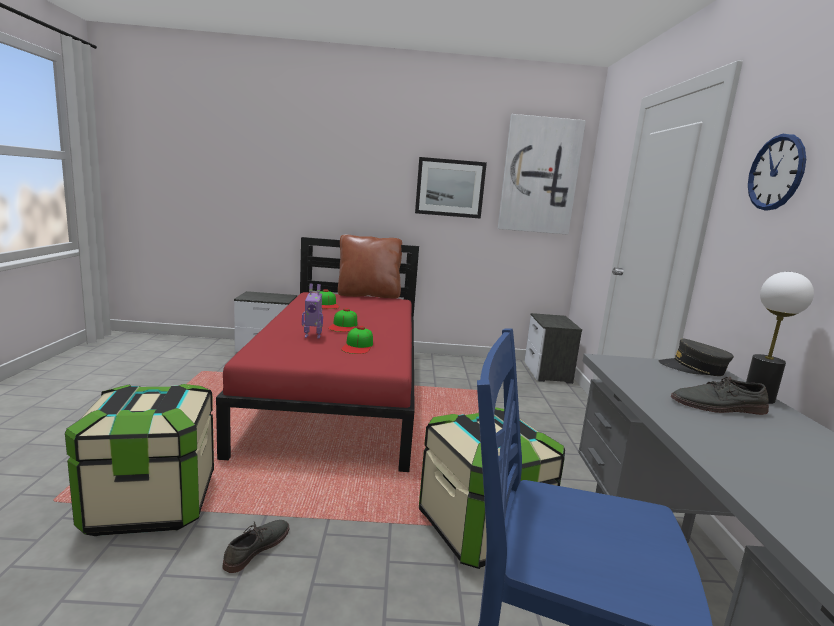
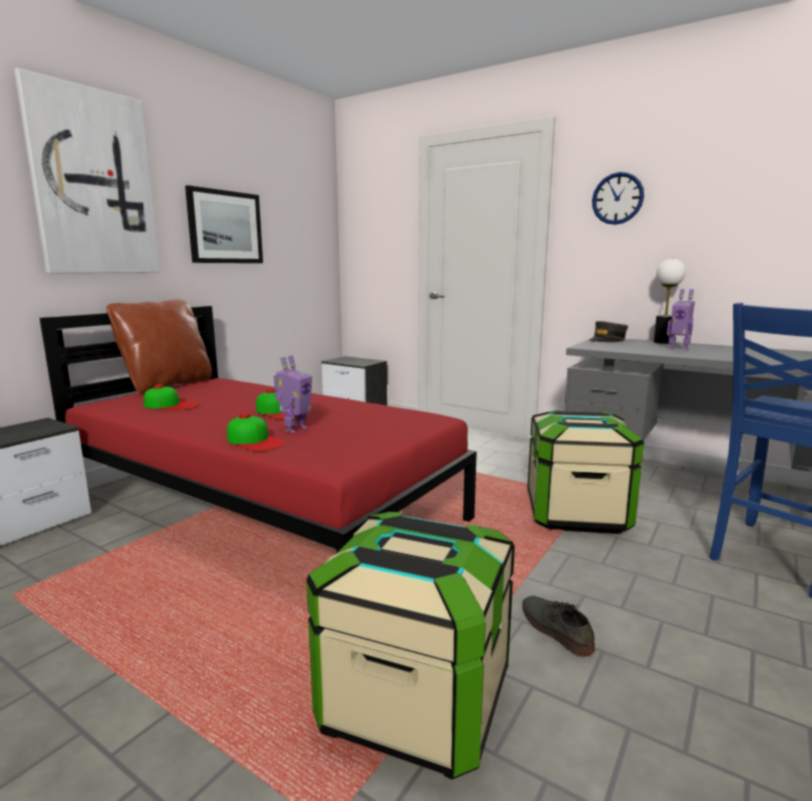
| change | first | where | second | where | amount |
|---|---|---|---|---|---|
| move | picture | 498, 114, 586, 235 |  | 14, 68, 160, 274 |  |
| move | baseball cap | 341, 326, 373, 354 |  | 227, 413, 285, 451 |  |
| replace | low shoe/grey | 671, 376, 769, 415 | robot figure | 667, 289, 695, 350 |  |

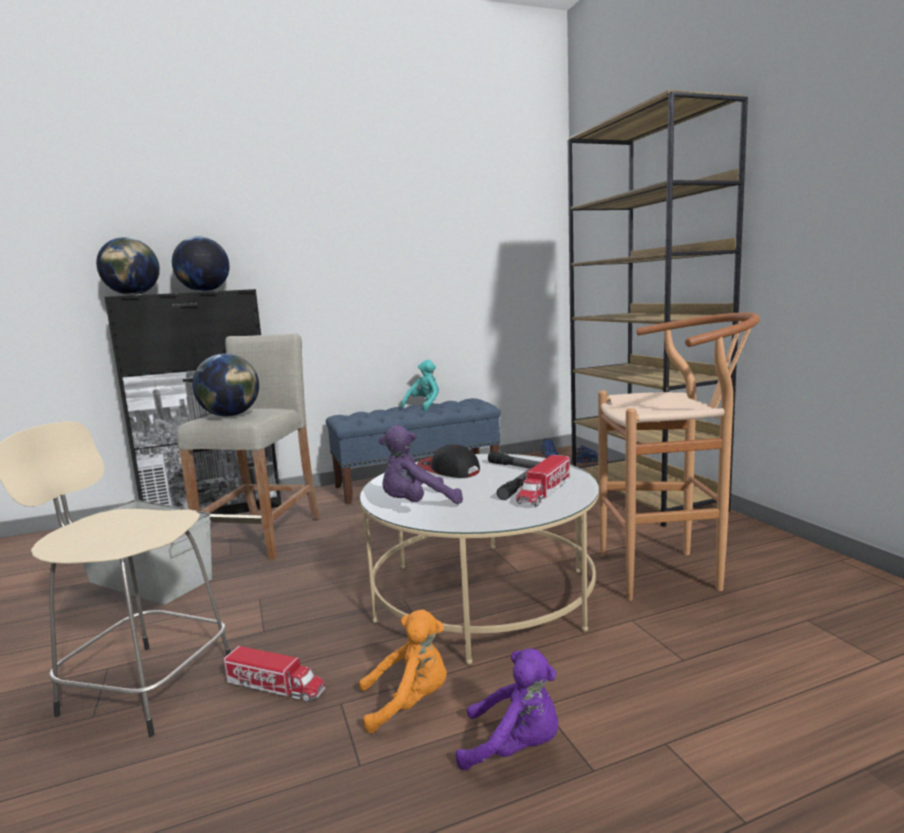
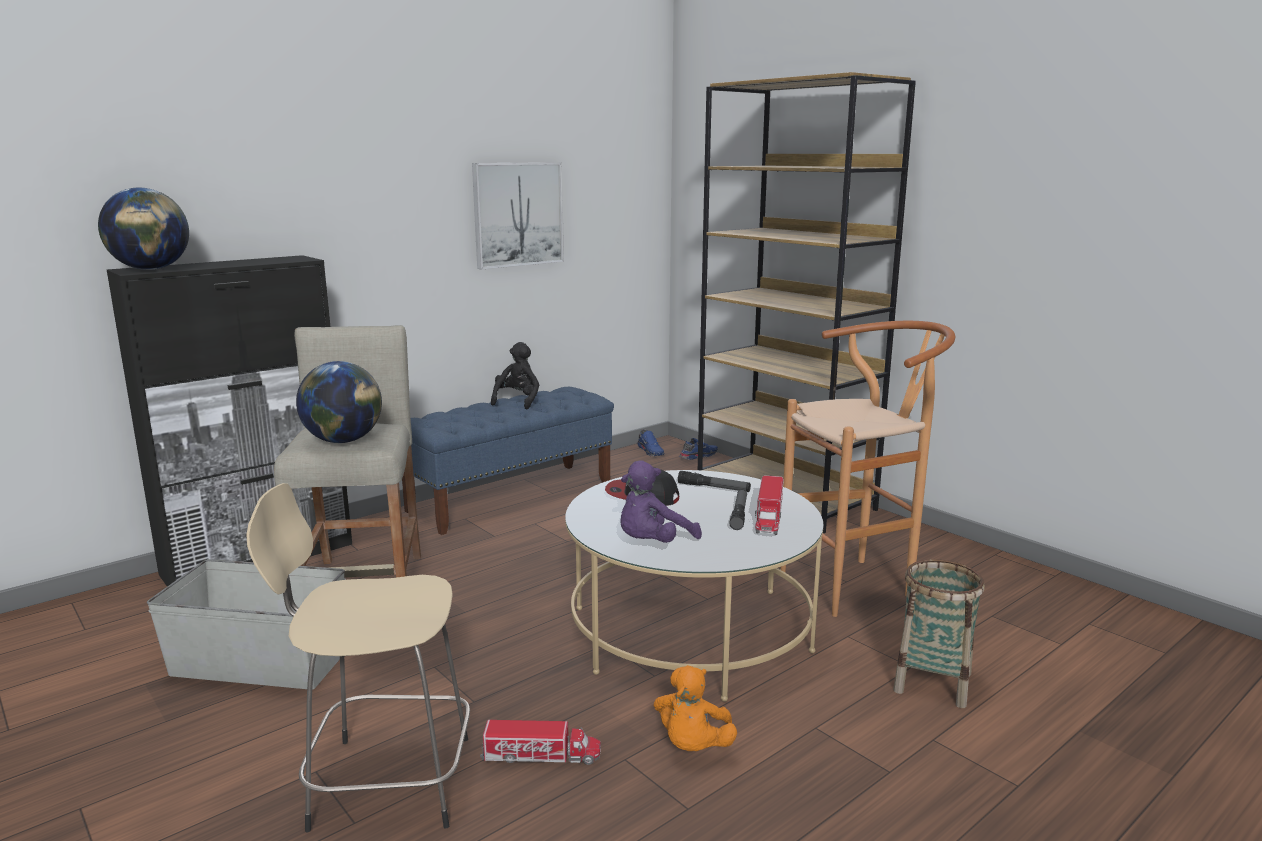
| change | first | where | second | where | amount |
|---|---|---|---|---|---|
| insert |  |  | picture | 472, 162, 564, 269 |  |
| recolor | plush toy/turquoise-coloured | 401, 360, 439, 411 | plush toy/black | 491, 342, 539, 409 |  |
| rotate | plush toy/orange-coloured | 359, 609, 447, 733 |  | 654, 665, 737, 751 | 135 degrees clockwise |
| insert |  |  | household basket | 893, 559, 985, 708 |  |
| delete | globe | 172, 236, 229, 292 |  |  |  |
| delete | plush toy/purplish | 456, 649, 558, 771 |  |  |  |

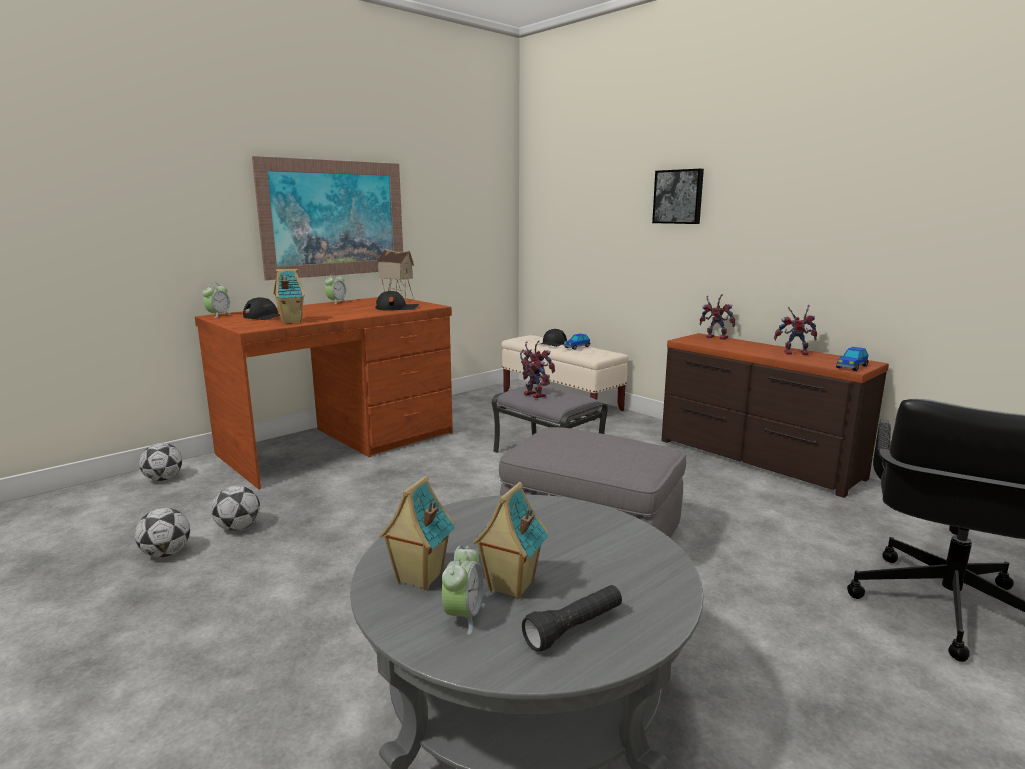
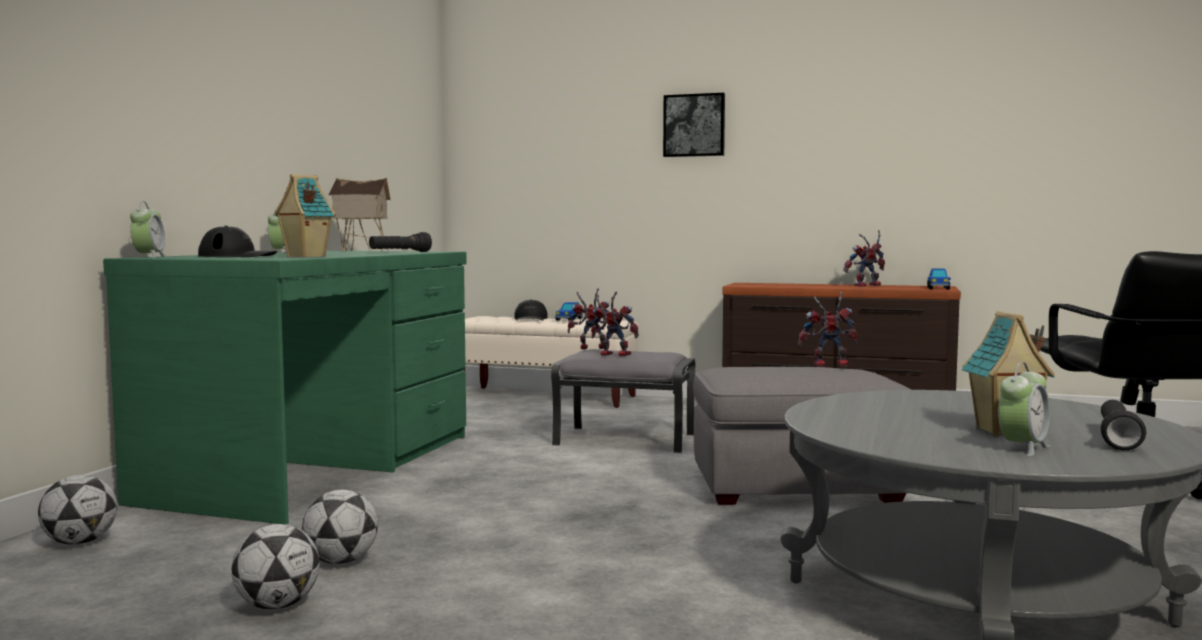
| change | first | where | second | where | amount |
|---|---|---|---|---|---|
| recolor | desk/brown | 195, 297, 453, 489 | desk/greenish | 103, 251, 467, 524 |  |
| replace | baseball cap/black | 375, 291, 419, 311 | torch/black | 369, 232, 432, 252 |  |
| move | robot figure | 700, 294, 735, 340 |  | 798, 292, 858, 367 |  |
| rotate | table clock | 442, 545, 485, 635 |  | 998, 362, 1050, 456 | 60 degrees clockwise |
| delete | picture | 252, 156, 403, 280 |  |  |  |
| delete | miniature house | 379, 476, 455, 590 |  |  |  |

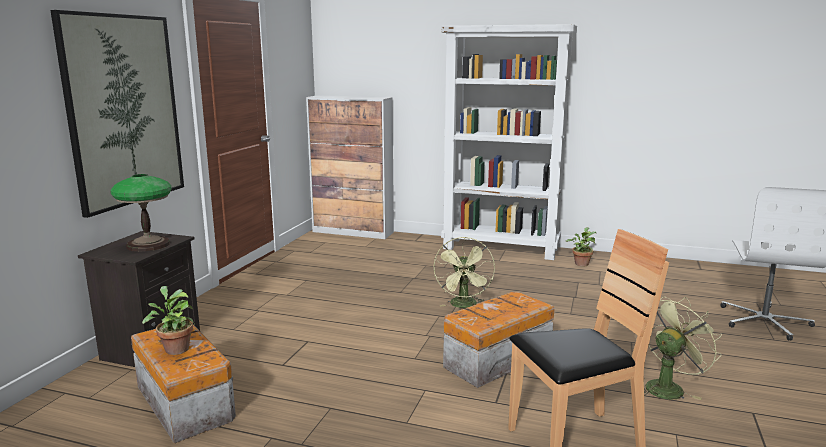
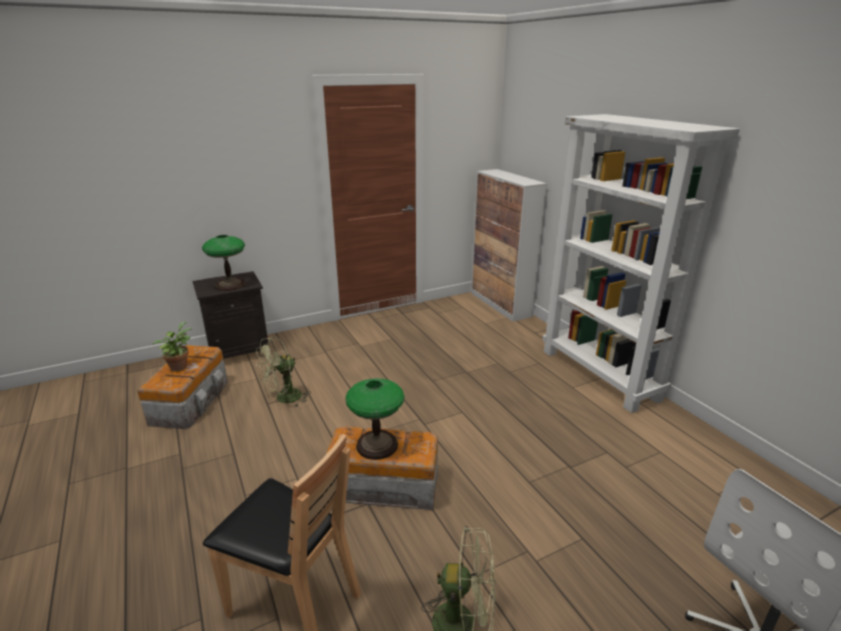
| change | first | where | second | where | amount |
|---|---|---|---|---|---|
| move | fan/greenish | 434, 237, 495, 308 |  | 256, 337, 311, 407 |  |
| insert |  |  | table lamp | 346, 378, 404, 460 |  |
| delete | picture | 50, 10, 184, 218 |  |  |  |
| delete | plant in a pot | 565, 227, 596, 266 |  |  |  |

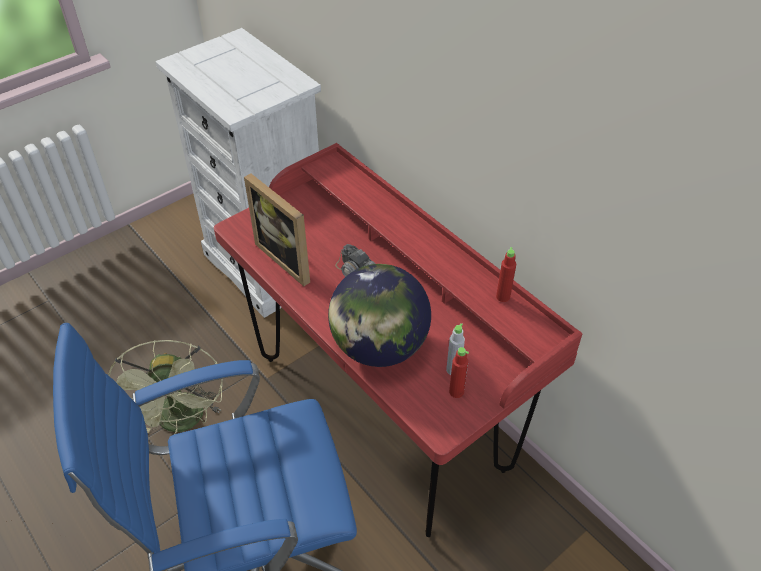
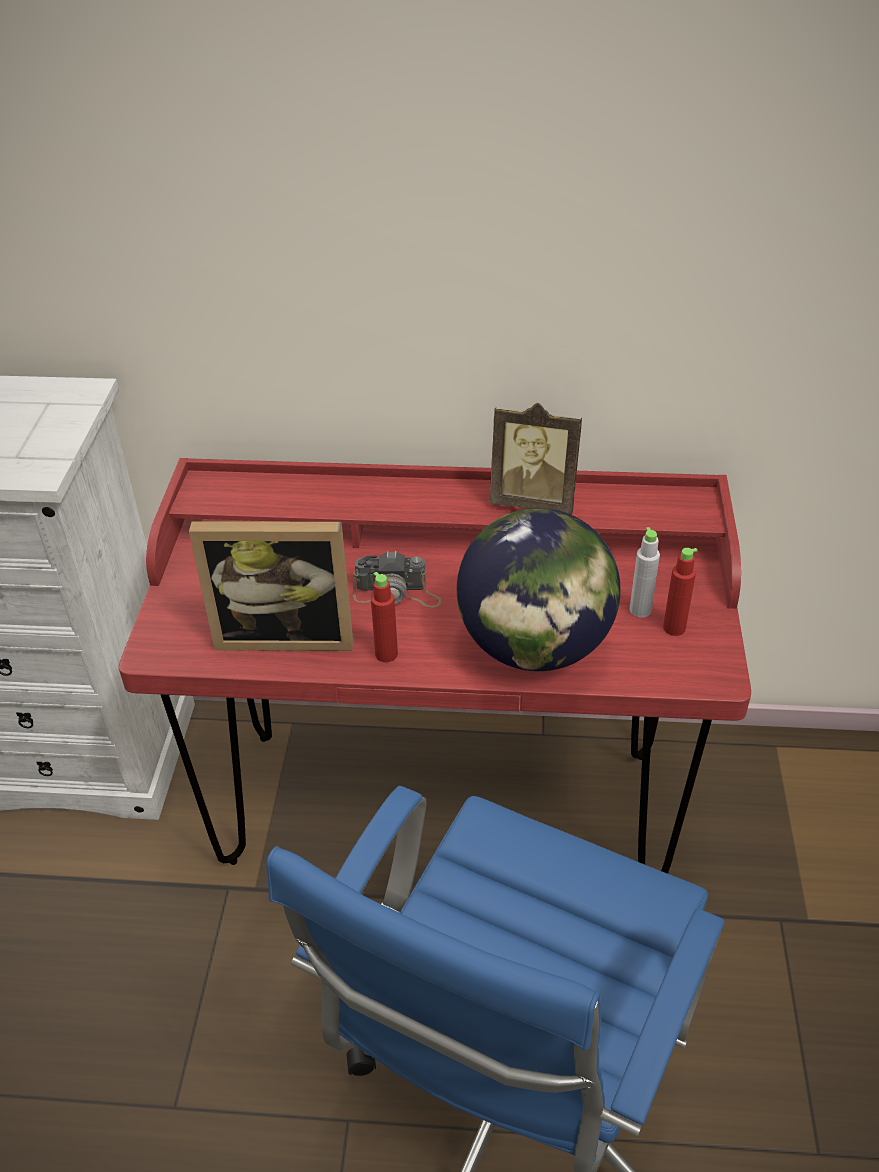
| change | first | where | second | where | amount |
|---|---|---|---|---|---|
| move | drink bottle/red | 496, 247, 516, 302 |  | 371, 572, 398, 662 |  |
| insert |  |  | picture frame | 490, 403, 582, 515 |  |
| delete | fan/greenish | 108, 340, 223, 434 |  |  |  |

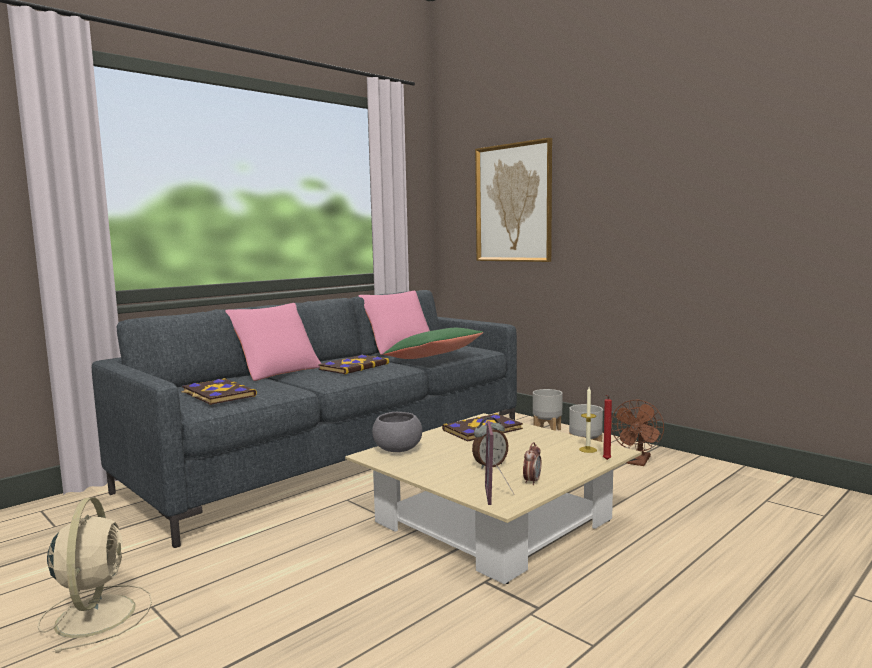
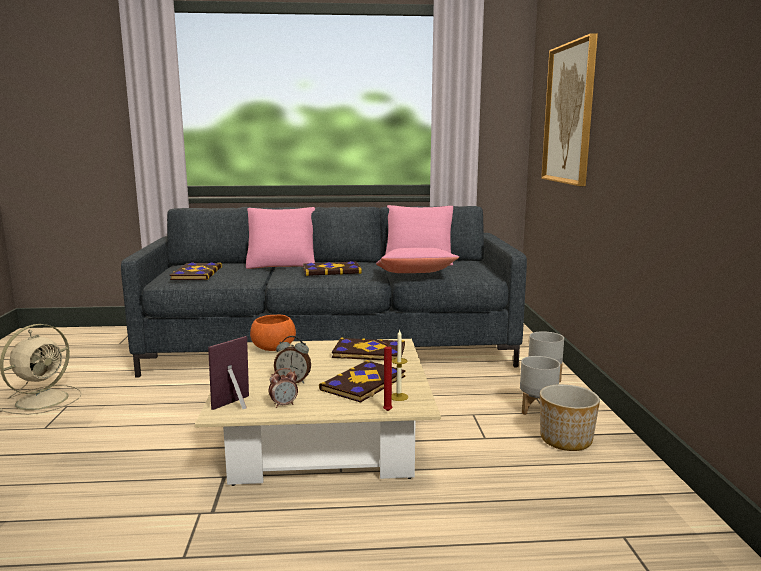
| change | first | where | second | where | amount |
|---|---|---|---|---|---|
| recolor | serving bowl/grey | 372, 412, 422, 452 | serving bowl/orange-coloured | 250, 315, 296, 351 |  |
| insert |  |  | bound book | 319, 360, 405, 403 |  |
| recolor | cushion/greenish | 383, 328, 483, 359 | cushion/pinkish | 376, 248, 459, 273 |  |
| replace | fan/brown | 611, 400, 664, 466 | planter | 540, 384, 600, 451 |  |

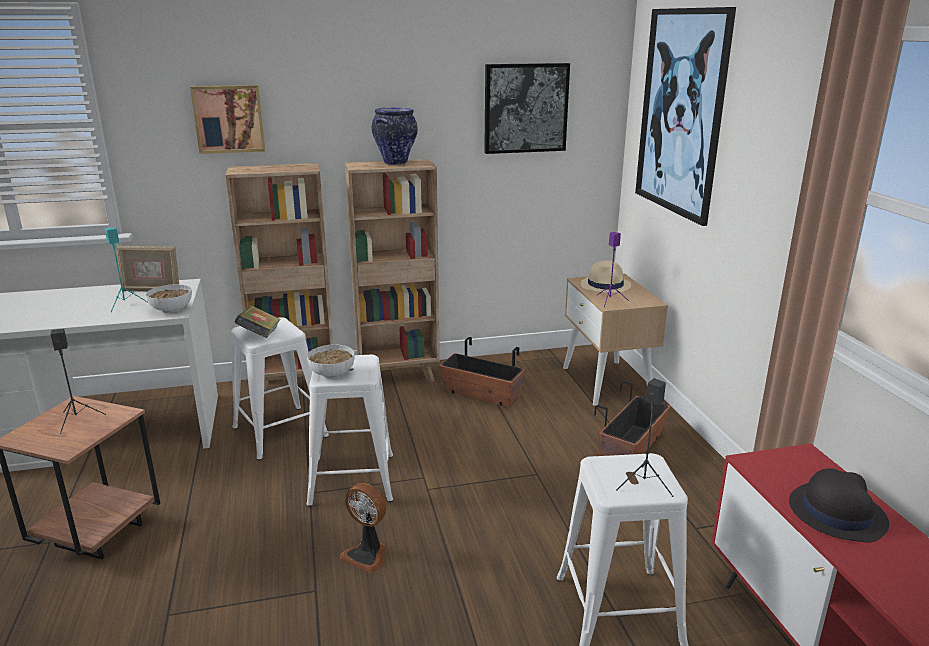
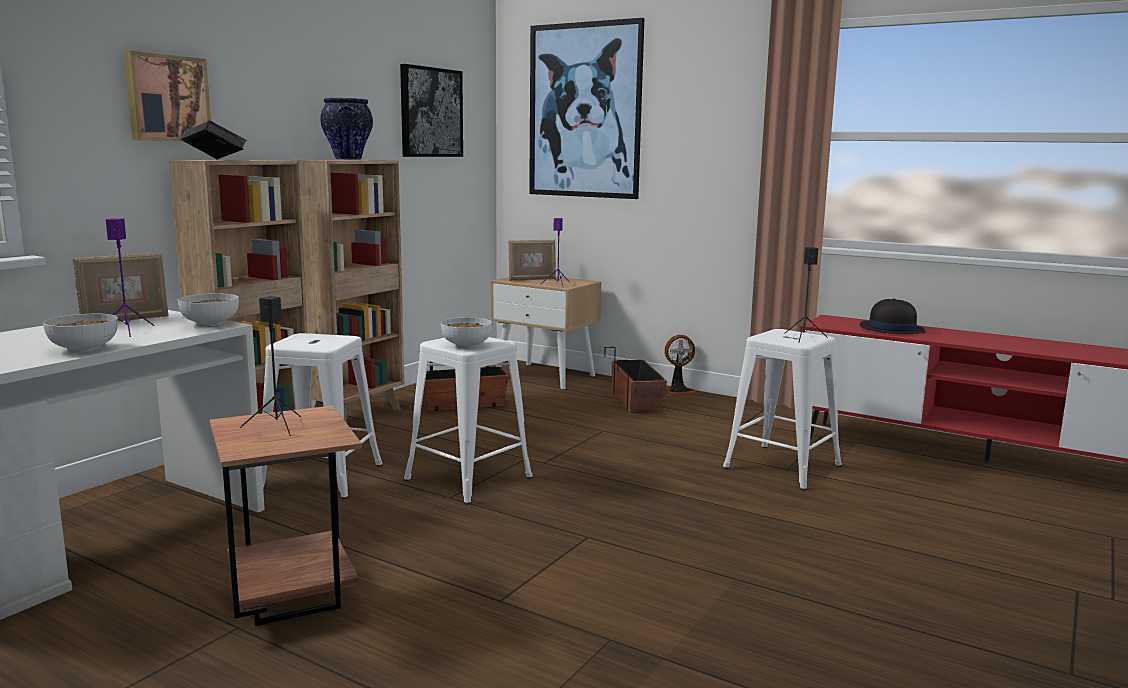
| change | first | where | second | where | amount |
|---|---|---|---|---|---|
| insert |  |  | serving bowl | 43, 314, 118, 353 |  |
| recolor | audio speaker/turquoise-coloured | 105, 227, 148, 312 | audio speaker/purplish | 106, 218, 155, 337 |  |
| move | bound book | 234, 305, 281, 338 |  | 181, 121, 247, 159 |  |
| replace | hat/beige | 581, 260, 631, 293 | picture frame | 508, 240, 556, 281 |  |
| move | fan | 340, 483, 386, 573 |  | 665, 335, 697, 396 |  |

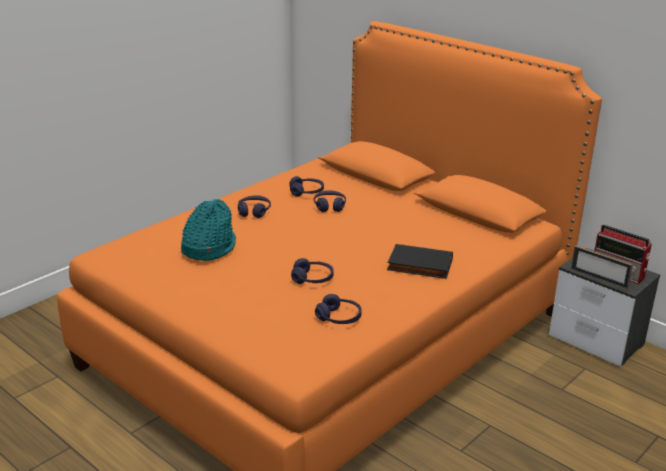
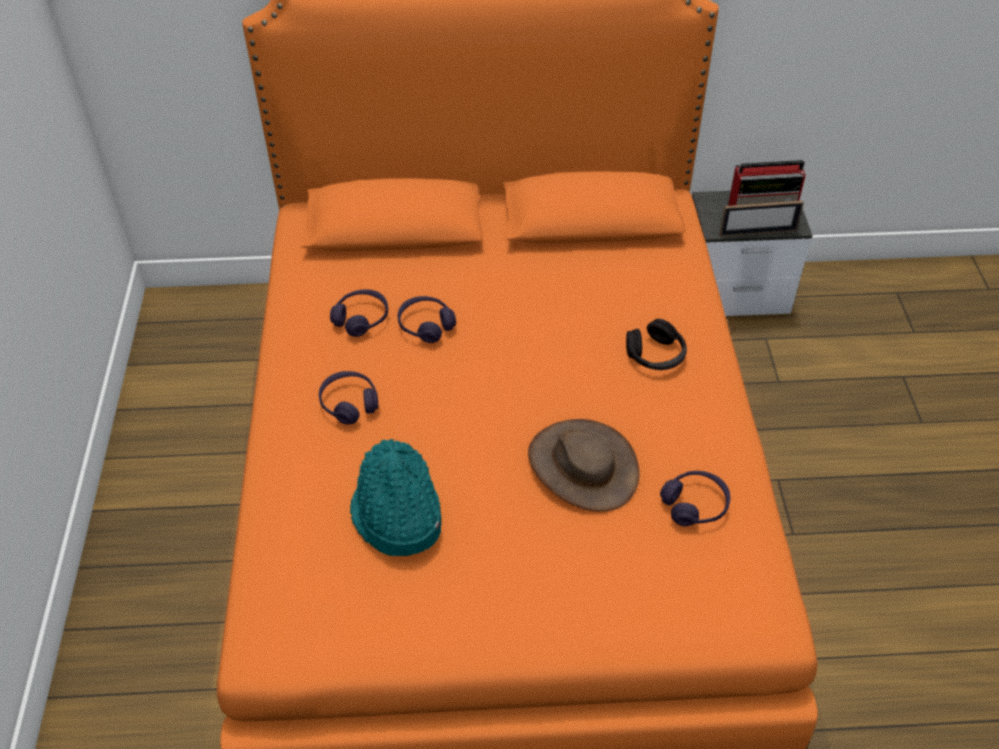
| change | first | where | second | where | amount |
|---|---|---|---|---|---|
| replace | headphones/purplish | 291, 258, 334, 284 | hat/brown | 528, 419, 640, 512 |  |
| replace | bound book/black | 387, 244, 453, 279 | headphones/black | 626, 319, 687, 370 |  |

